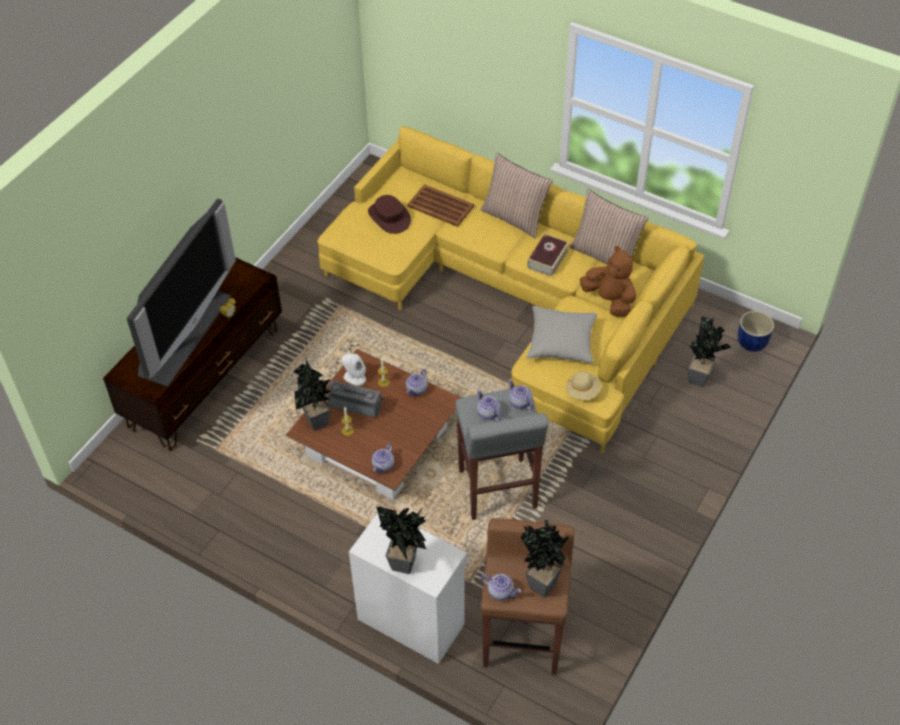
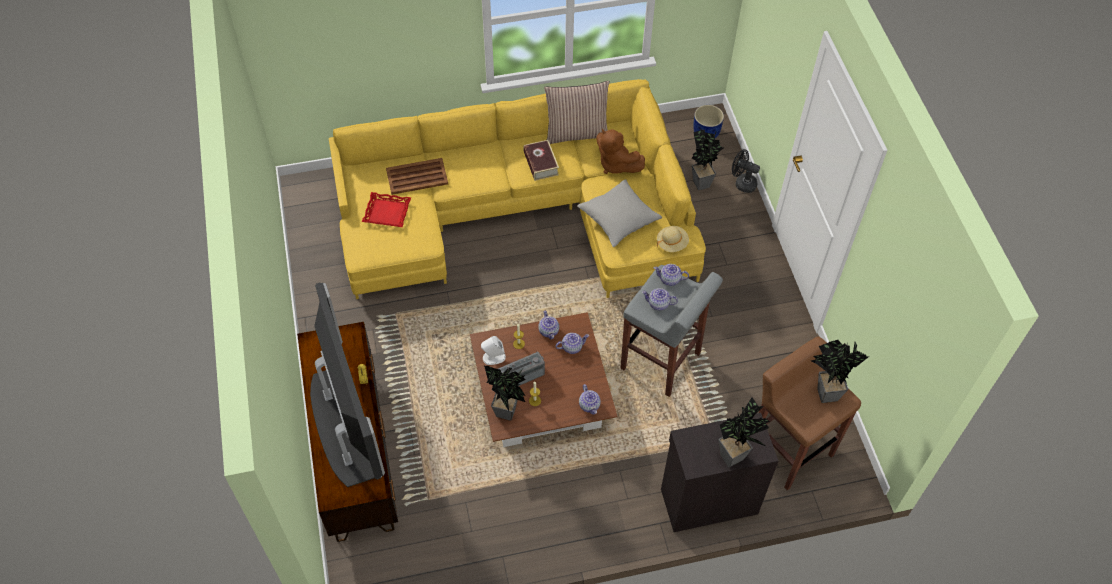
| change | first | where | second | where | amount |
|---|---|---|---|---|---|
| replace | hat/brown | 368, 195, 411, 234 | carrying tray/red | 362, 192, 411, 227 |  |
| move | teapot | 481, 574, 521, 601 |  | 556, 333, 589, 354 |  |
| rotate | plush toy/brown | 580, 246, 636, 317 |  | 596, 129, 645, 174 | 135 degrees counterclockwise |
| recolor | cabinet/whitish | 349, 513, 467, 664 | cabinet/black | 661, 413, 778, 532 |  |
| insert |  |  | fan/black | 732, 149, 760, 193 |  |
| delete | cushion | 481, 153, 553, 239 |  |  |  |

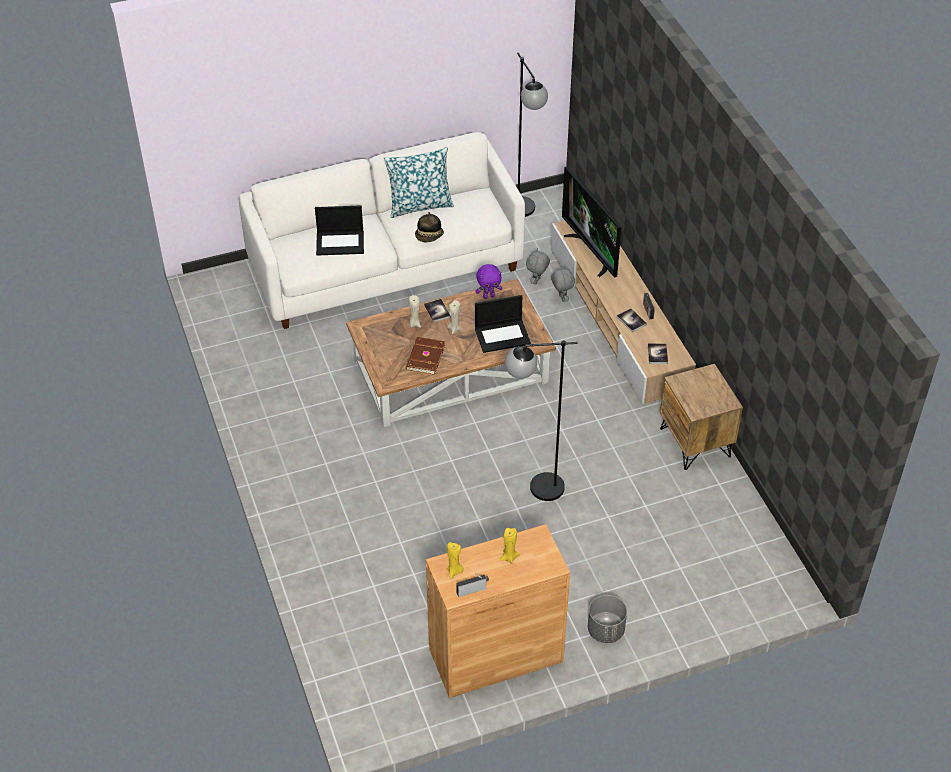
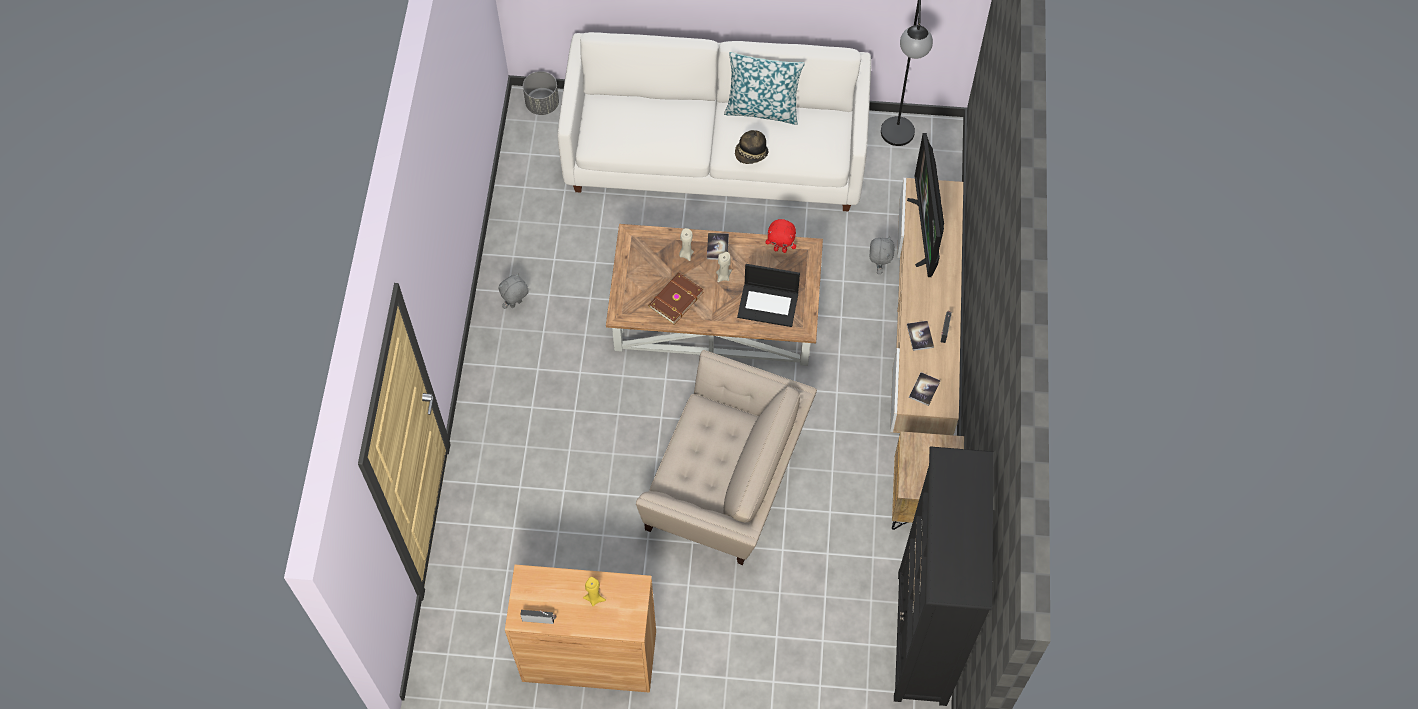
| change | first | where | second | where | amount |
|---|---|---|---|---|---|
| move | plush toy/grey | 526, 248, 550, 285 |  | 498, 273, 529, 309 |  |
| move | planter/grey | 588, 595, 627, 643 |  | 523, 71, 559, 115 |  |
| replace | floor lamp/black | 505, 340, 578, 501 | lounge chair/beige | 636, 350, 817, 565 |  |
| recolor | plush toy/purplish | 476, 264, 502, 299 | plush toy/red | 765, 219, 796, 253 |  |
| insert |  |  | bookshelf/black | 894, 446, 993, 706 |  |
| delete | notebook computer | 315, 206, 364, 256 |  |  |  |
| delete | candle/yellow | 447, 542, 464, 579 |  |  |  |

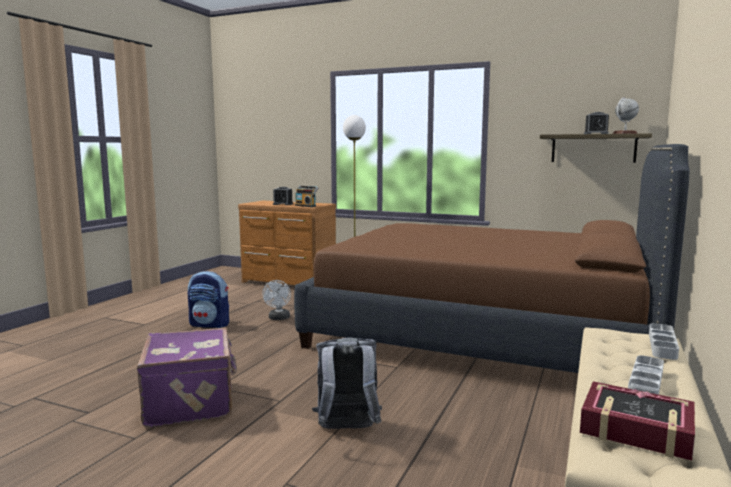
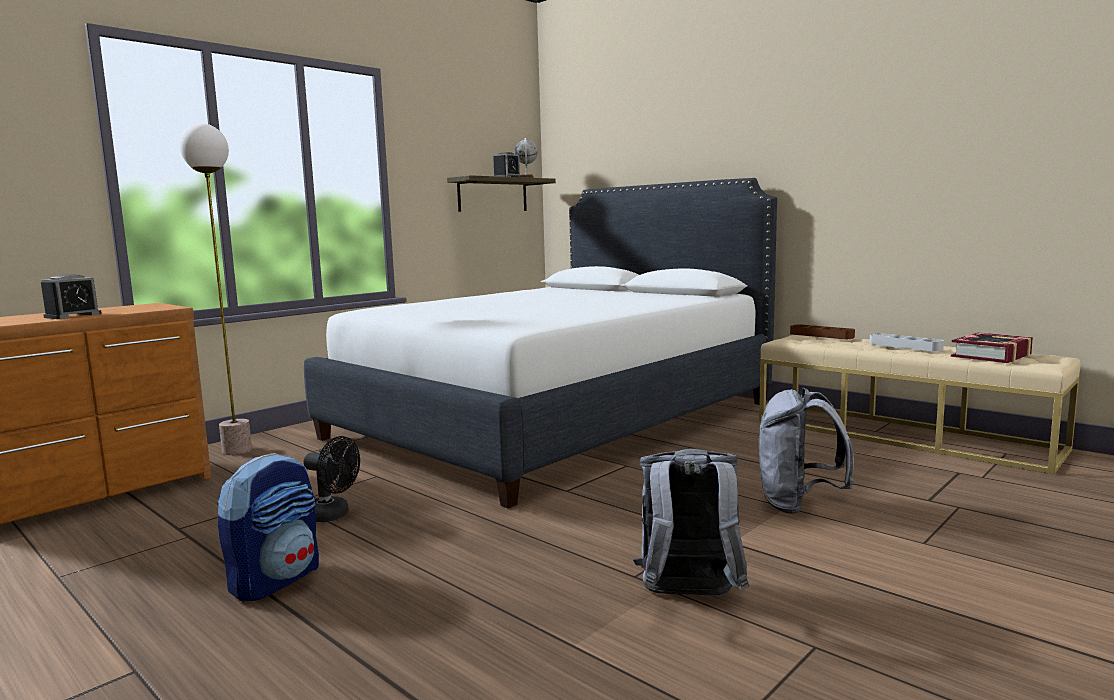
| change | first | where | second | where | amount |
|---|---|---|---|---|---|
| recolor | sleeping bed/brown | 294, 144, 689, 373 | sleeping bed/whitish | 304, 178, 777, 508 |  |
| recolor | fan/whitish | 262, 280, 291, 320 | fan/black | 304, 436, 360, 522 |  |
| replace | piece of luggage/purplish | 137, 328, 237, 427 | backpack/grey | 633, 449, 749, 596 |  |
| recolor | carrying tray/grey | 649, 323, 679, 360 | carrying tray/brown | 790, 324, 855, 339 |  |
| delete | radio set | 295, 186, 318, 207 |  |  |  |

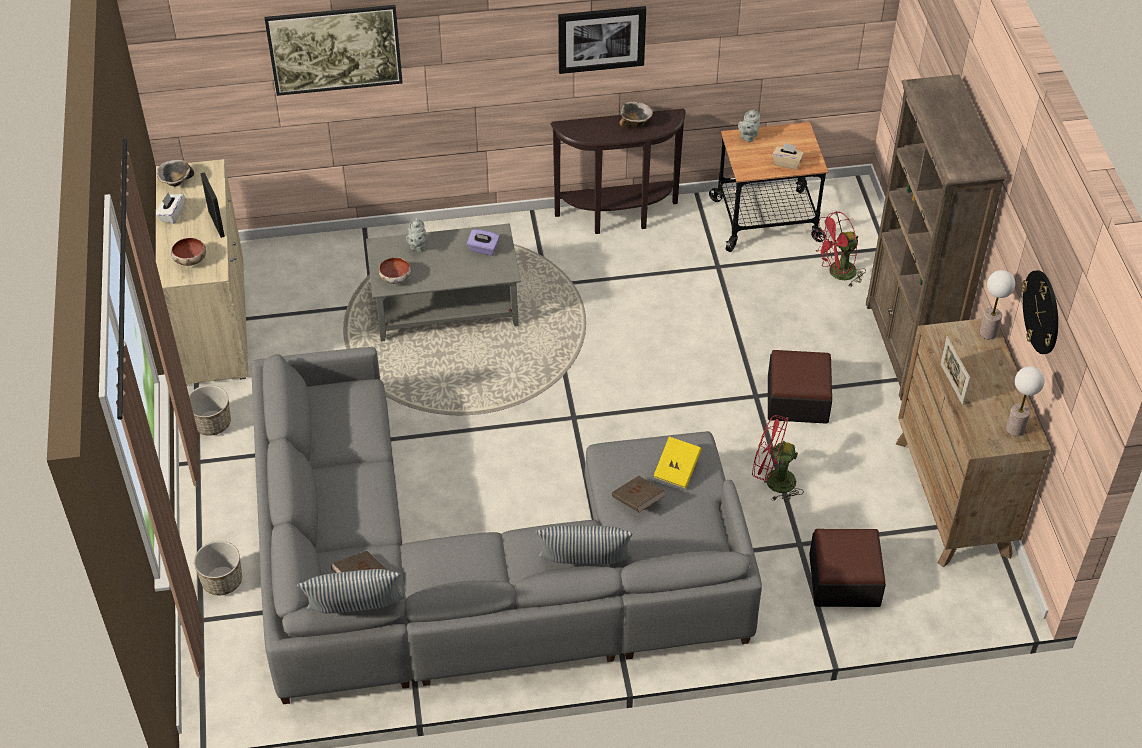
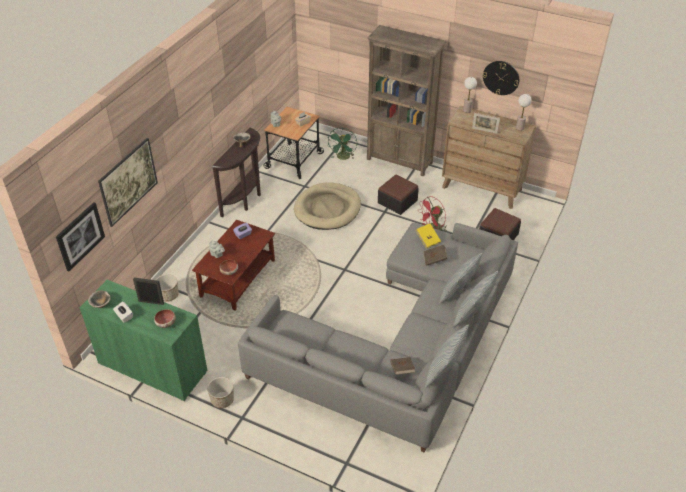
| change | first | where | second | where | amount |
|---|---|---|---|---|---|
| move | picture | 558, 6, 646, 74 |  | 56, 203, 105, 271 |  |
| recolor | cabinet/beige | 156, 159, 249, 386 | cabinet/greenish | 80, 280, 208, 401 |  |
| move | planter | 194, 541, 242, 595 |  | 156, 274, 179, 302 |  |
| recolor | low table/grey | 366, 223, 521, 342 | low table/brown | 192, 220, 275, 311 |  |
| insert |  |  | dog cushion/beige | 294, 182, 361, 230 |  |
| recolor | fan/red | 815, 211, 866, 286 | fan/greenish | 327, 128, 357, 160 |  |
| insert |  |  | cushion | 453, 271, 498, 328 |  |

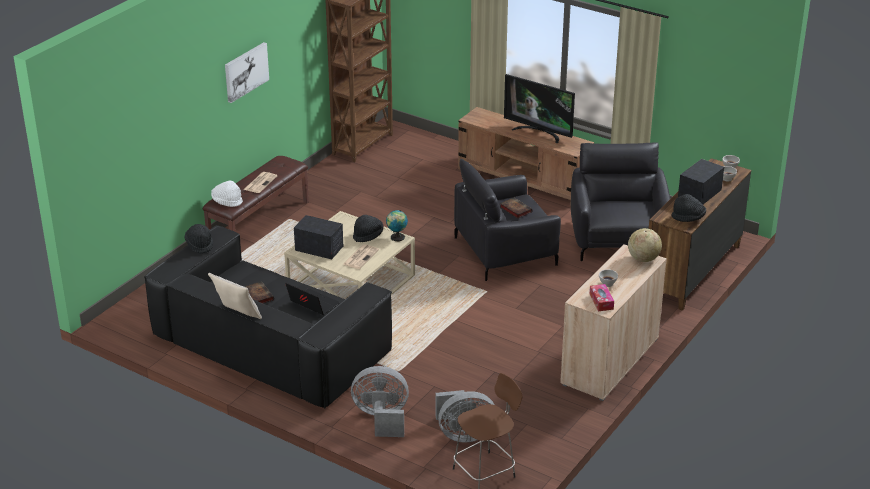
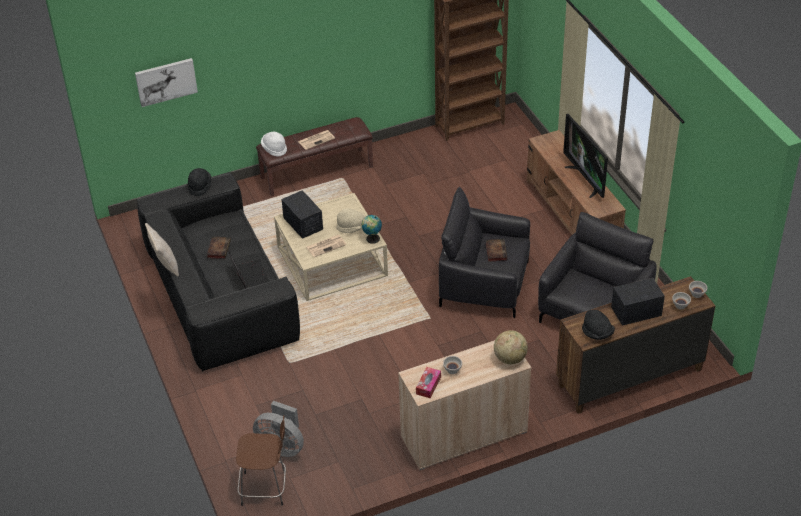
| change | first | where | second | where | amount |
|---|---|---|---|---|---|
| move | picture | 225, 42, 269, 103 |  | 135, 58, 198, 107 |  |
| recolor | hat/black | 353, 215, 383, 242 | hat/beige | 336, 208, 366, 233 |  |
| delete | fan/grey | 351, 366, 409, 437 |  |  |  |

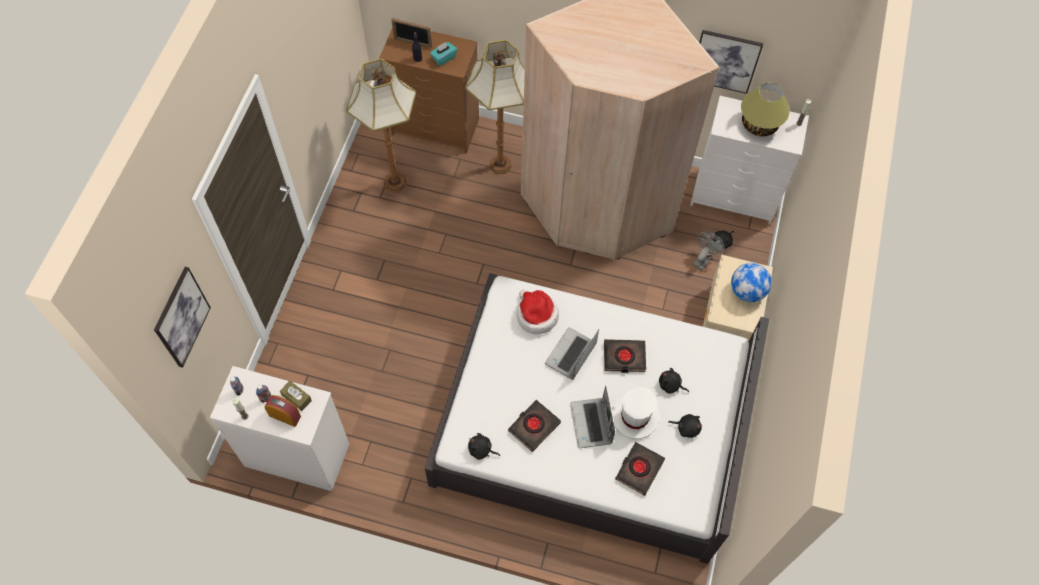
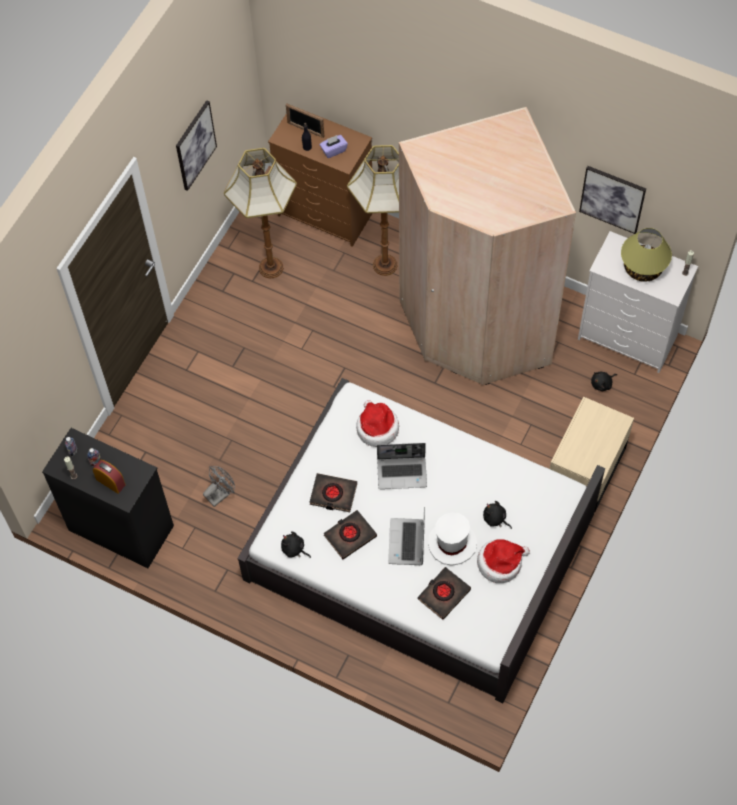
| change | first | where | second | where | amount |
|---|---|---|---|---|---|
| recolor | dresser/whitish | 210, 366, 349, 491 | dresser/black | 42, 428, 174, 568 |  |
| move | picture | 154, 267, 211, 368 |  | 176, 100, 217, 191 |  |
| move | fan/grey | 693, 232, 725, 270 |  | 203, 466, 235, 507 |  |
| move | bound book/black | 604, 339, 646, 373 |  | 310, 473, 357, 512 |  |
| recolor | tissue holder/turquoise-coloured | 430, 42, 457, 66 | tissue holder/purplish | 320, 135, 348, 158 |  |
| rotate | notebook computer | 545, 327, 599, 379 |  | 377, 443, 427, 489 | 135 degrees counterclockwise |
| replace | plush toy/black | 668, 414, 702, 438 | hat | 477, 539, 530, 583 |  |
| delete | tissue holder/brown | 280, 381, 312, 411 |  |  |  |
| delete | globe | 731, 263, 772, 302 |  |  |  |

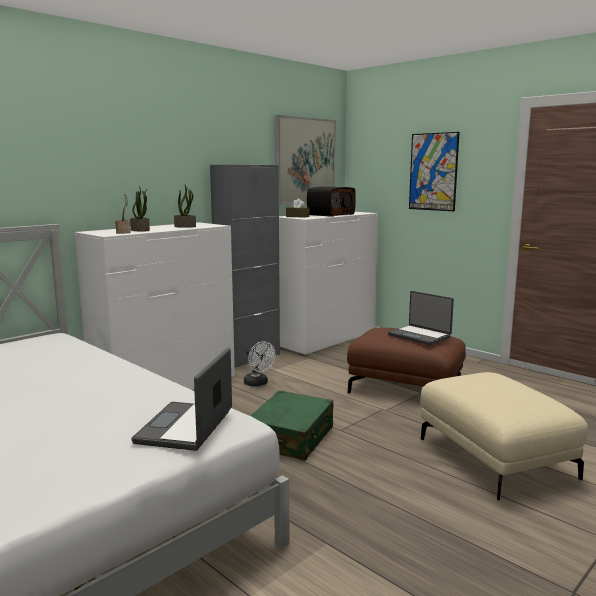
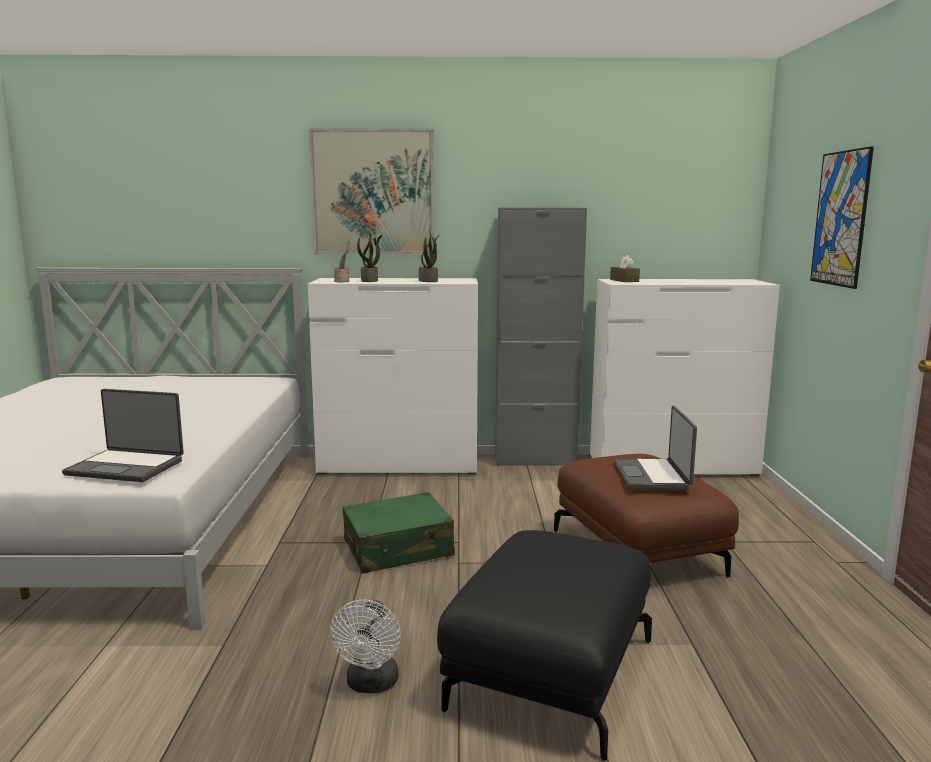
| change | first | where | second | where | amount |
|---|---|---|---|---|---|
| rotate | notebook computer | 132, 348, 232, 451 |  | 62, 389, 184, 482 | 135 degrees counterclockwise |
| move | picture | 275, 115, 336, 205 |  | 309, 128, 434, 254 |  |
| move | fan/whitish | 244, 341, 276, 387 |  | 330, 600, 401, 694 |  |
| recolor | ottoman/beige | 420, 372, 588, 501 | ottoman/black | 437, 530, 652, 761 |  |
| delete | radio set | 307, 187, 356, 217 |  |  |  |

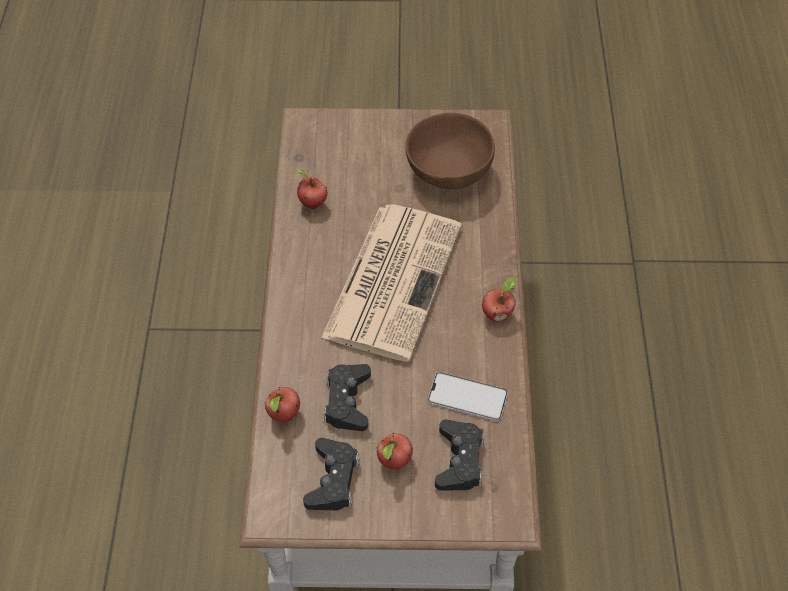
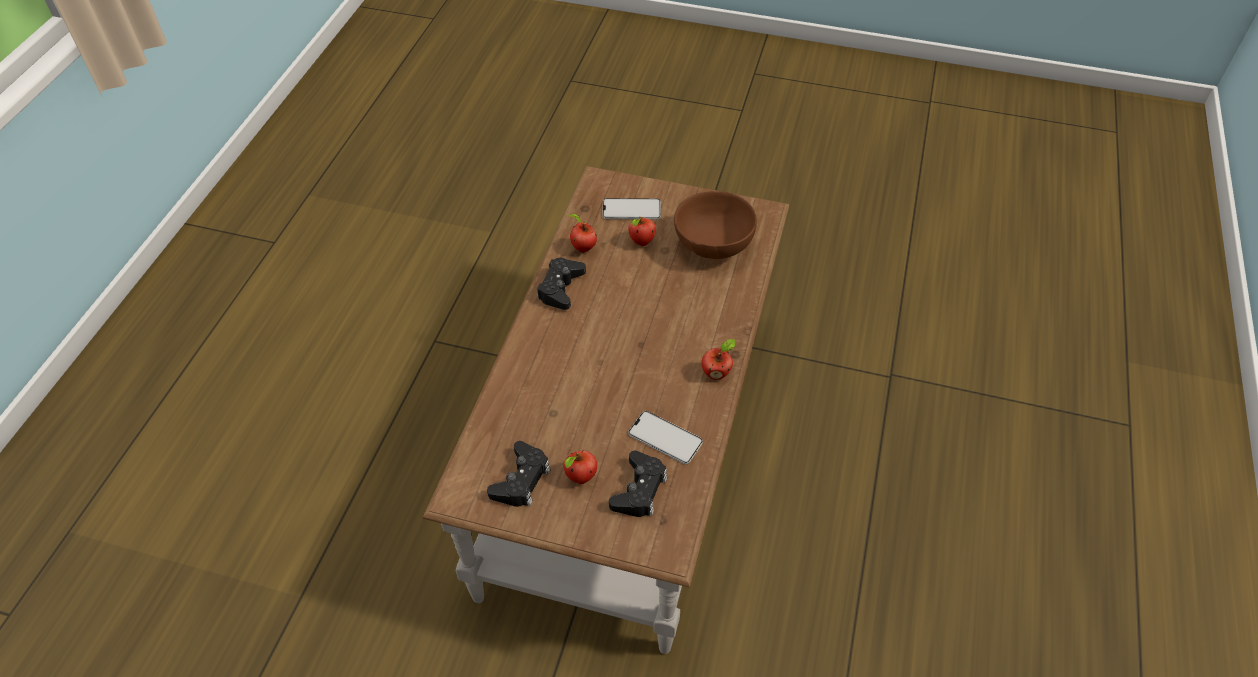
| change | first | where | second | where | amount |
|---|---|---|---|---|---|
| move | gamepad/black | 324, 364, 371, 431 |  | 537, 258, 586, 310 |  |
| insert |  |  | telephone | 602, 198, 661, 220 |  |
| move | whole apple | 265, 387, 300, 422 |  | 628, 217, 656, 246 |  |
| delete | newspaper | 321, 204, 462, 362 |  |  |  |

